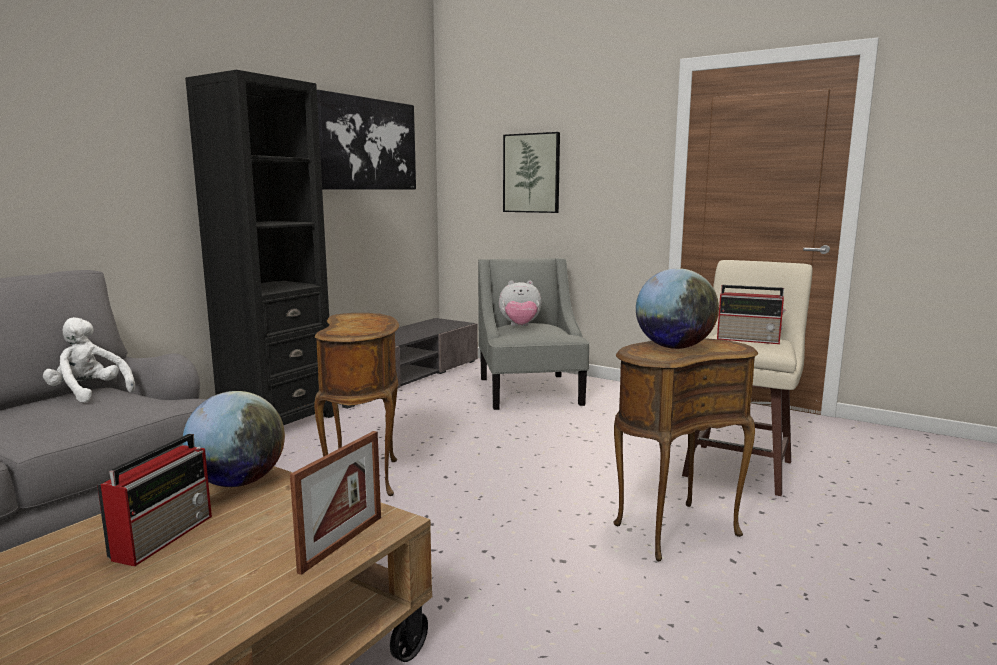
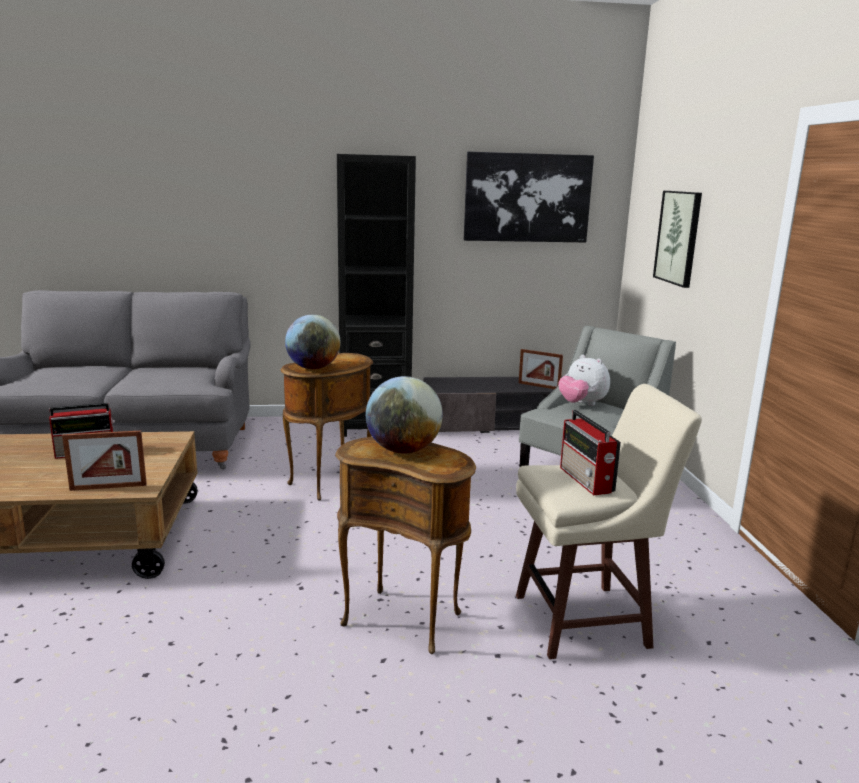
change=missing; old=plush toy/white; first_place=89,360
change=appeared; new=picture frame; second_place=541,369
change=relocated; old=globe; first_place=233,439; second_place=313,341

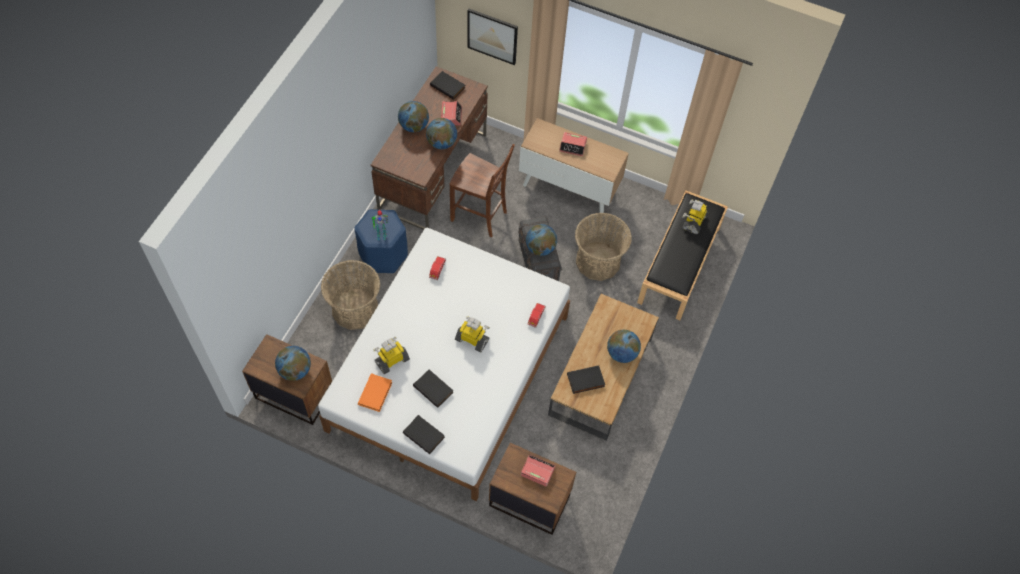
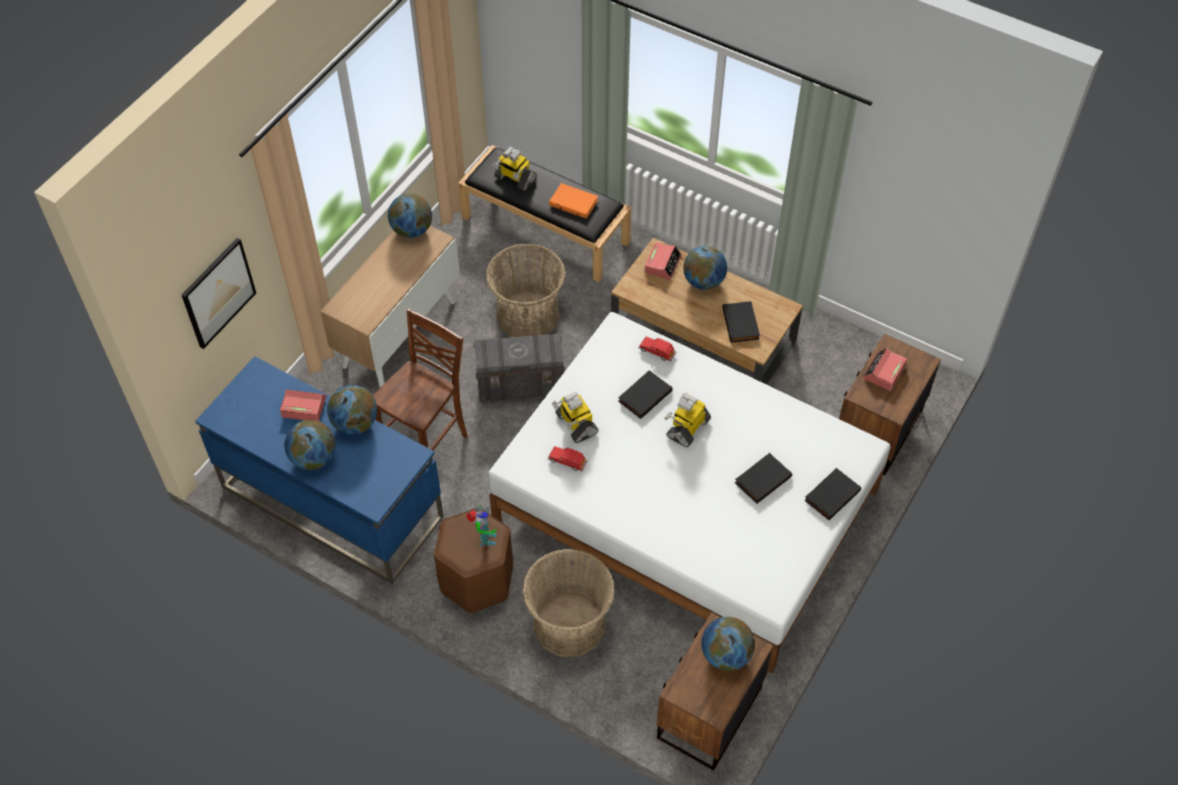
change=relocated; old=book/orange; first_place=375,392; second_place=573,201
change=relocated; old=toy robot; first_place=391,355; second_place=575,417
change=relocated; old=book/black; first_place=447,85; second_place=645,394
change=relocated; old=globe; first_place=541,240; second_place=410,216
change=relocated; old=alarm clock; first_place=573,144; second_place=663,261
change=colour; old=stool/blue; new=stool/brown; first_place=381,241; second_place=473,560
change=colour; old=desk/brown; new=desk/blue; first_place=429,148; second_place=319,470

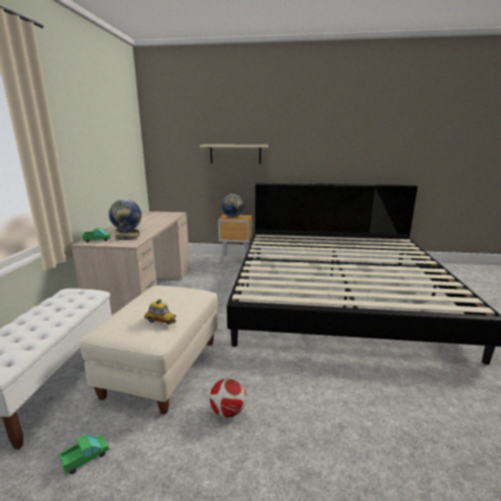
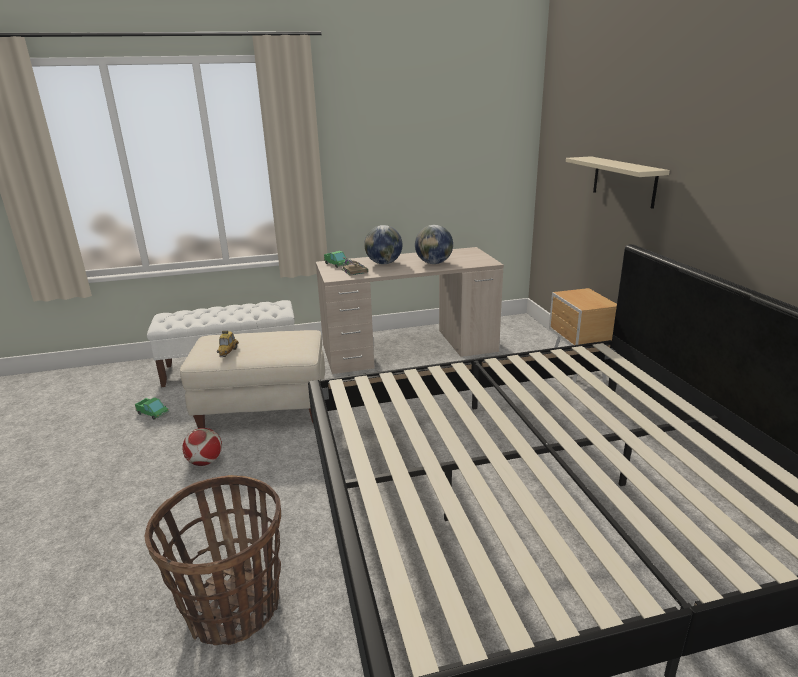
change=appeared; new=basket; second_place=213,560
change=relocated; old=globe; first_place=232,205; second_place=434,244

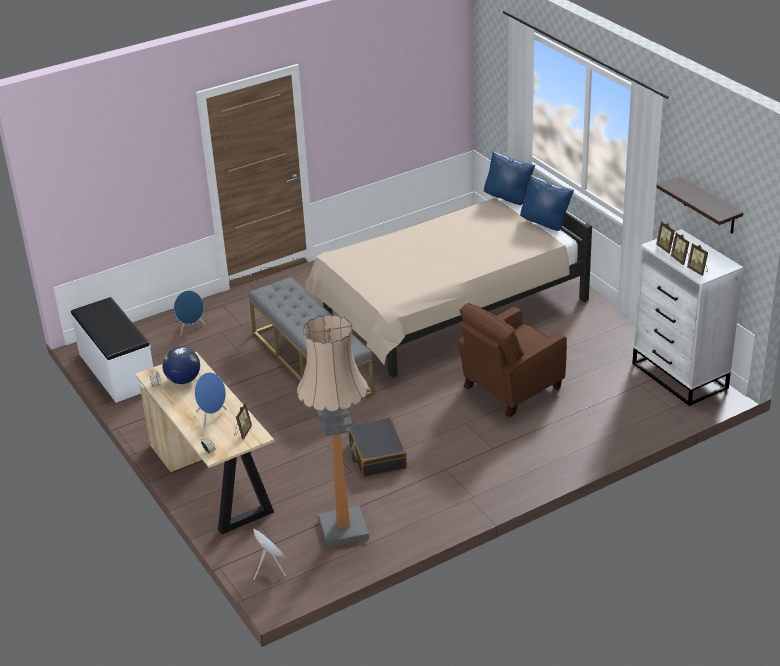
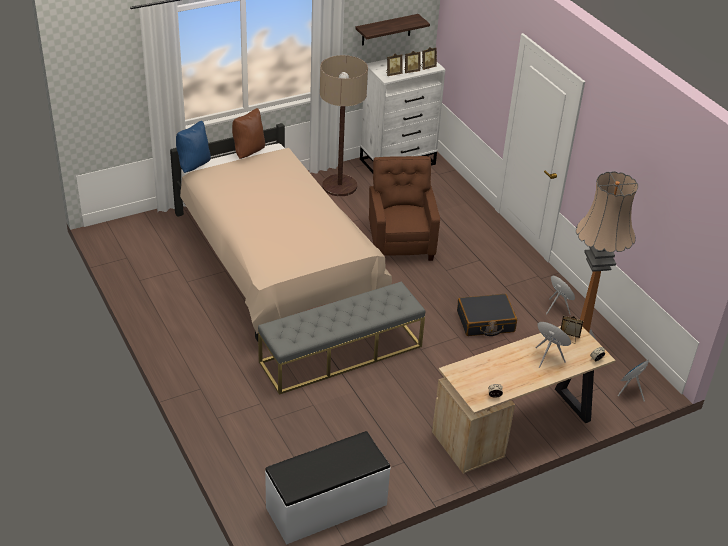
change=missing; old=globe; first_place=181,365
change=appeared; new=floor lamp; second_place=344,125
change=relocated; old=speaker/blue; first_place=189,313; second_place=560,295
change=colour; old=pillow/blue; new=pillow/brown; first_place=547,203; second_place=248,133
change=spun; old=armchair/brown; first_place=512,360; second_place=404,208; degrees=-150

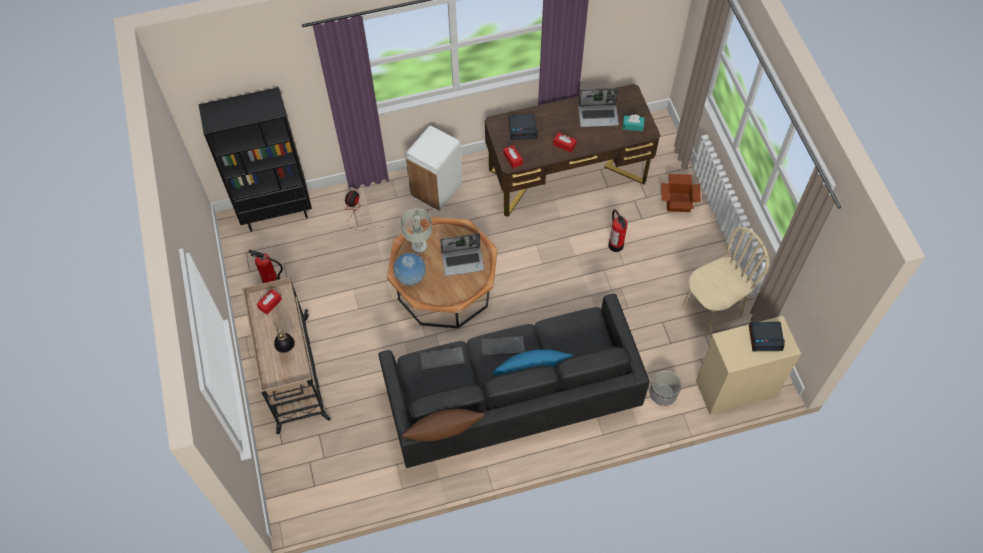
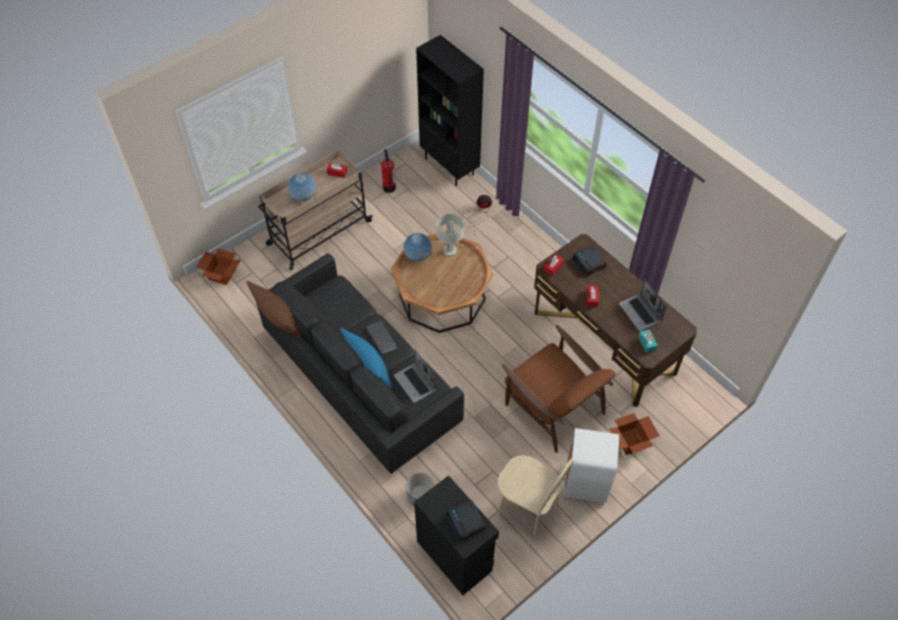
change=missing; old=keyboard; first_place=442,359
change=appeared; new=cardboard box; second_place=218,266
change=relocated; old=trash can/white; first_place=433,168; second_place=591,465
change=relocated; old=laptop; first_place=462,254; second_place=415,376
change=exchanged; old=table lamp; new=globe; first_place=284,337; second_place=301,187
change=exchanged; old=fire extinguisher; new=armchair/brown; first_place=617,230; second_place=559,389
change=colour; old=cabinet/beige; new=cabinet/black; first_place=748,365; second_place=456,535

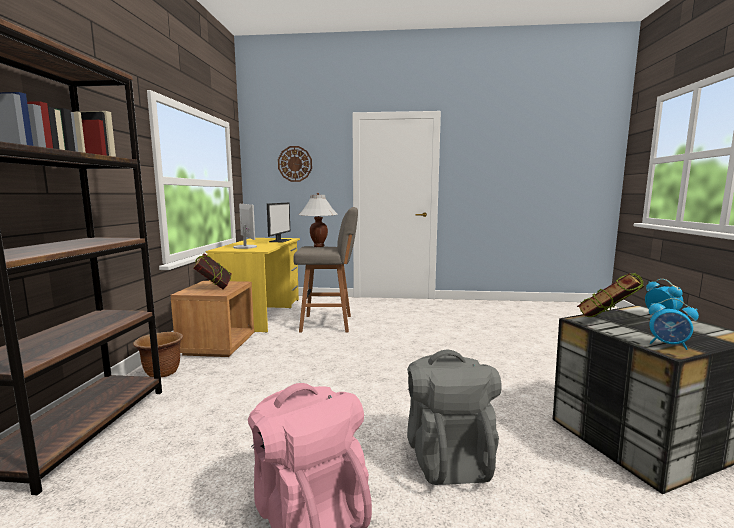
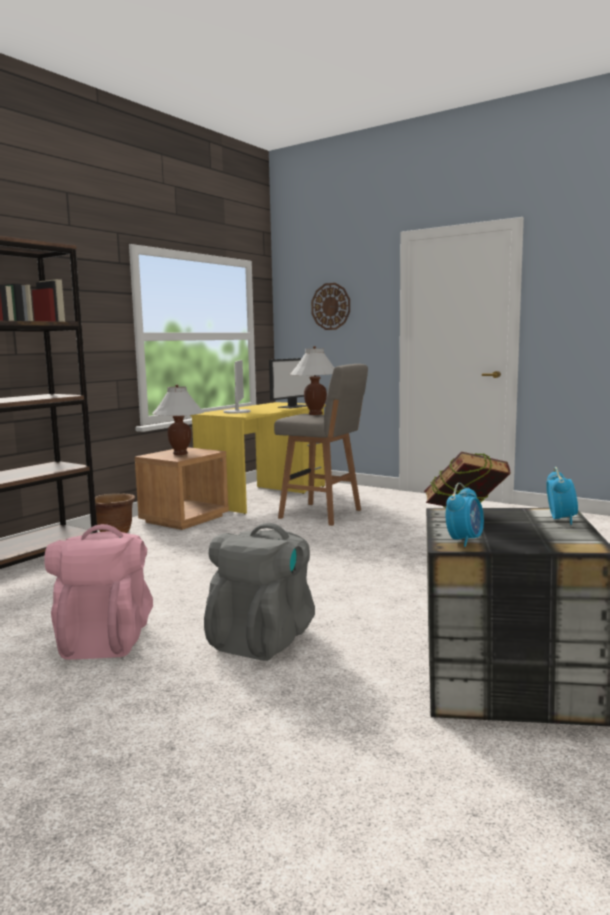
change=exchanged; old=book; new=table lamp/white; first_place=213,271; second_place=178,419
change=spun; old=alarm clock; first_place=674,324; second_place=464,515; degrees=-120

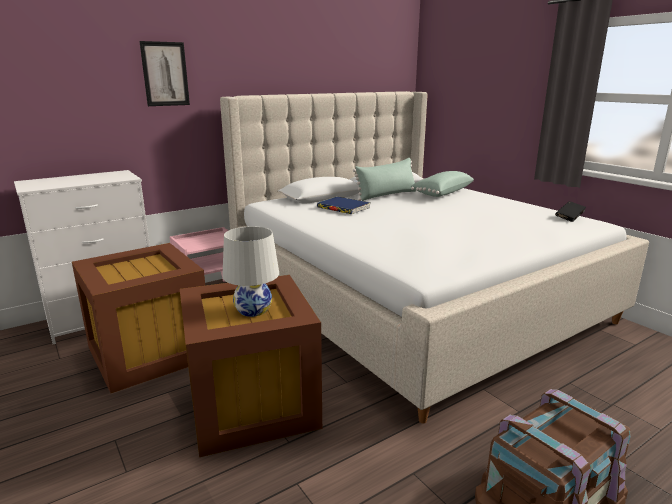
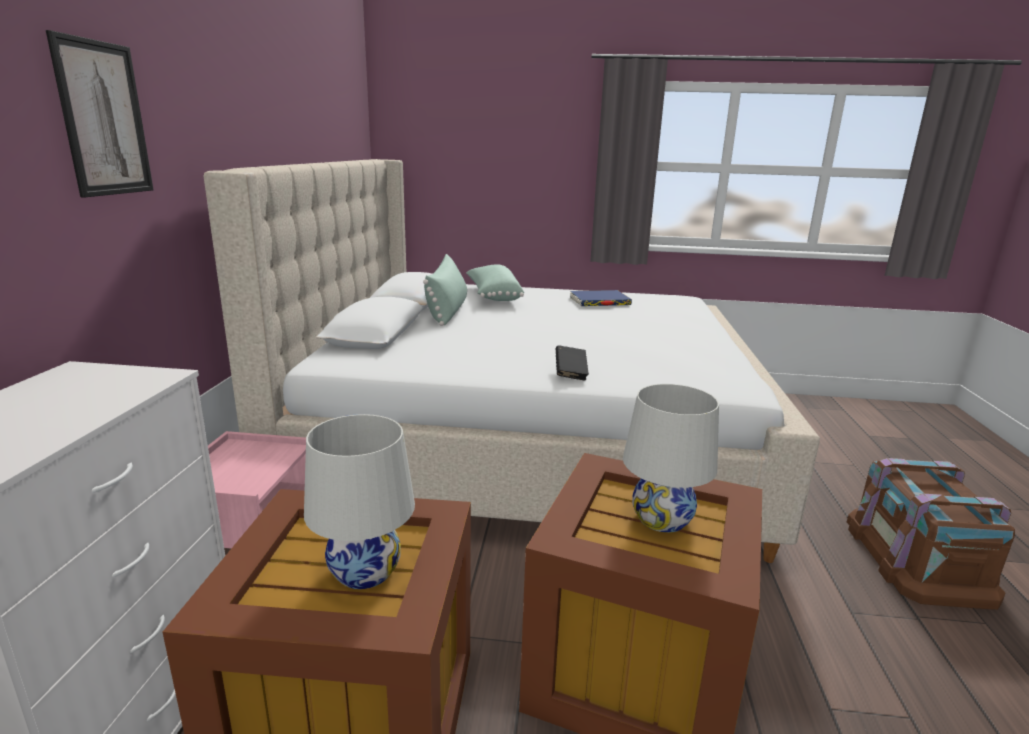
change=appeared; new=table lamp/white; second_place=359,501
change=relocated; old=book/blue; first_place=343,205; second_place=601,298
change=relocated; old=book/black; first_place=570,211; second_place=572,362

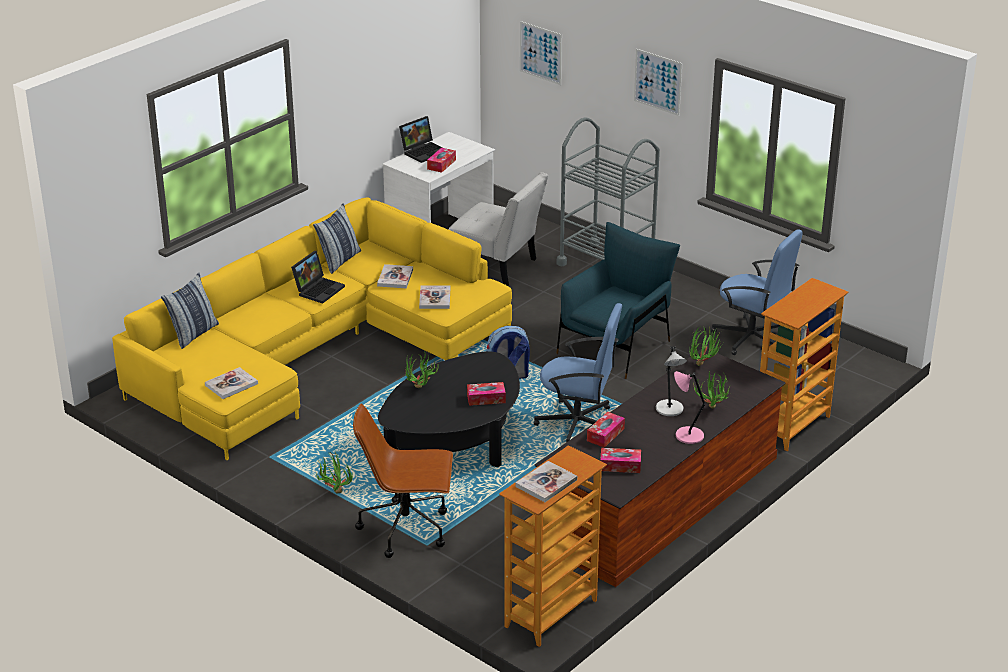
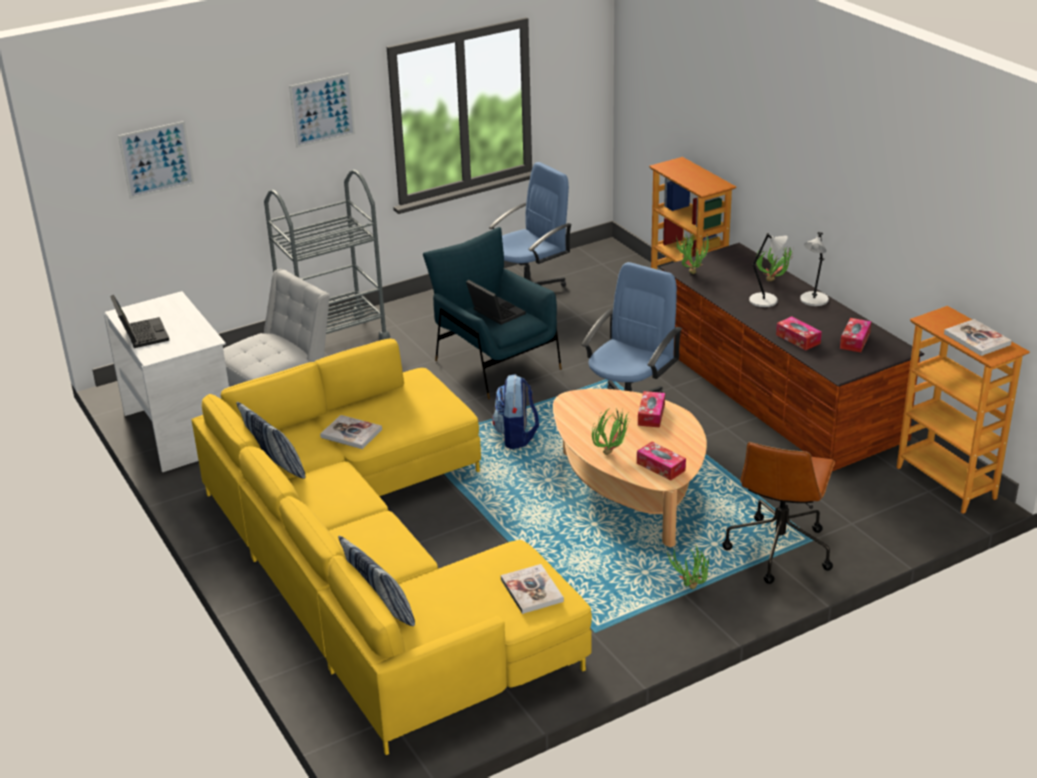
change=missing; old=book; first_place=434,297
change=relocated; old=laptop; first_place=318,277; second_place=496,302
change=relocated; old=tissue box; first_place=441,160; second_place=661,461
change=colour; old=coffee table/black; new=coffee table/beige; first_place=449,409; second_place=630,468
change=colour; old=table lamp/pink; new=table lamp/grey; first_place=690,407; second_place=814,269

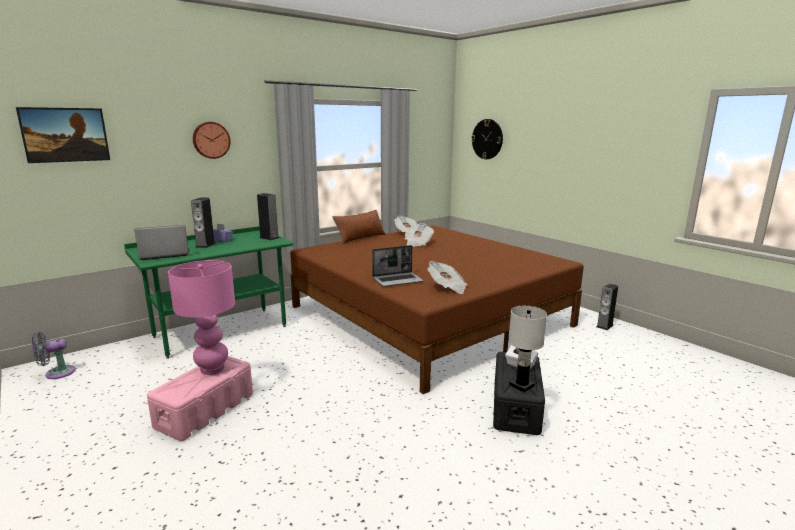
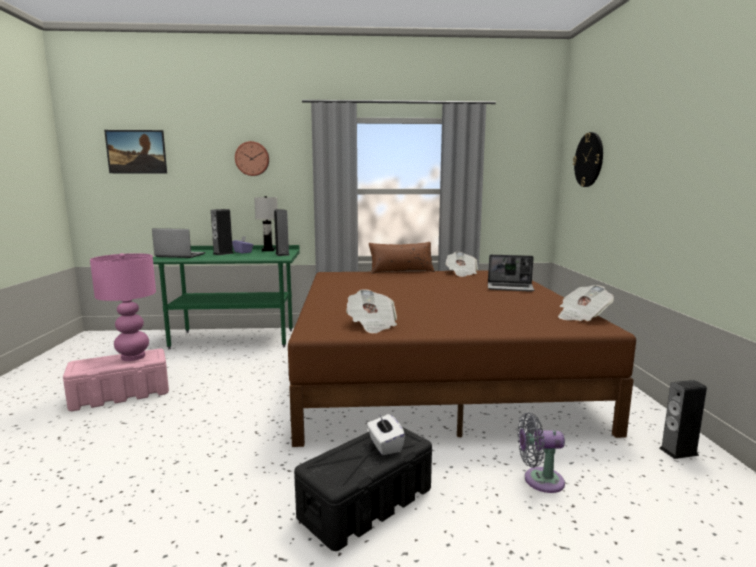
change=relocated; old=fan/grey; first_place=54,355; second_place=541,452
change=relocated; old=laptop; first_place=398,266; second_place=511,273
change=relocated; old=newspaper; first_place=419,235; second_place=586,303
change=relocated; old=table lamp/white; first_place=527,349; second_place=266,223

